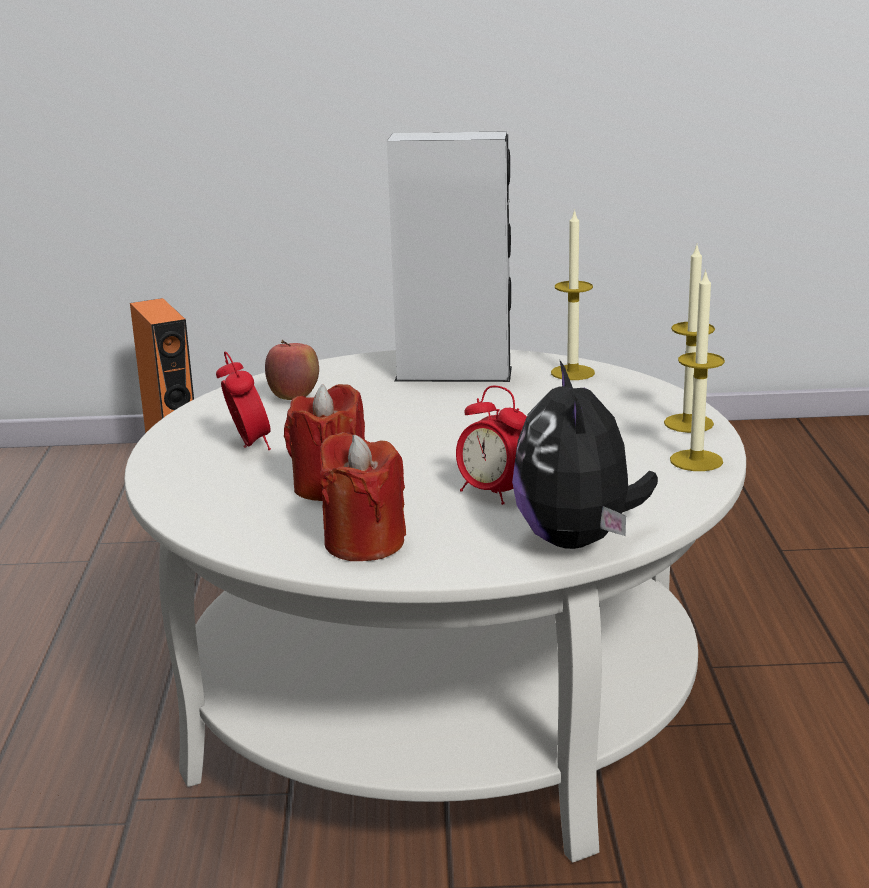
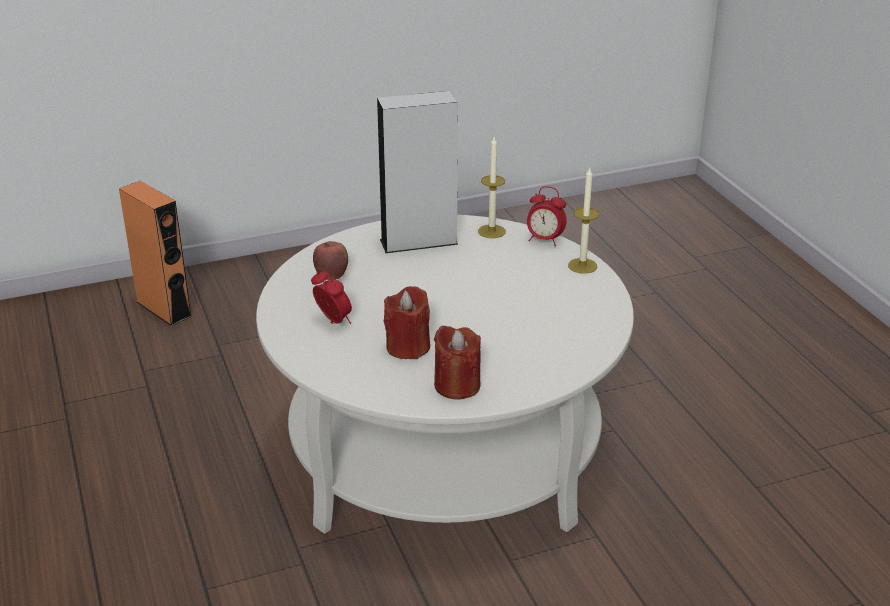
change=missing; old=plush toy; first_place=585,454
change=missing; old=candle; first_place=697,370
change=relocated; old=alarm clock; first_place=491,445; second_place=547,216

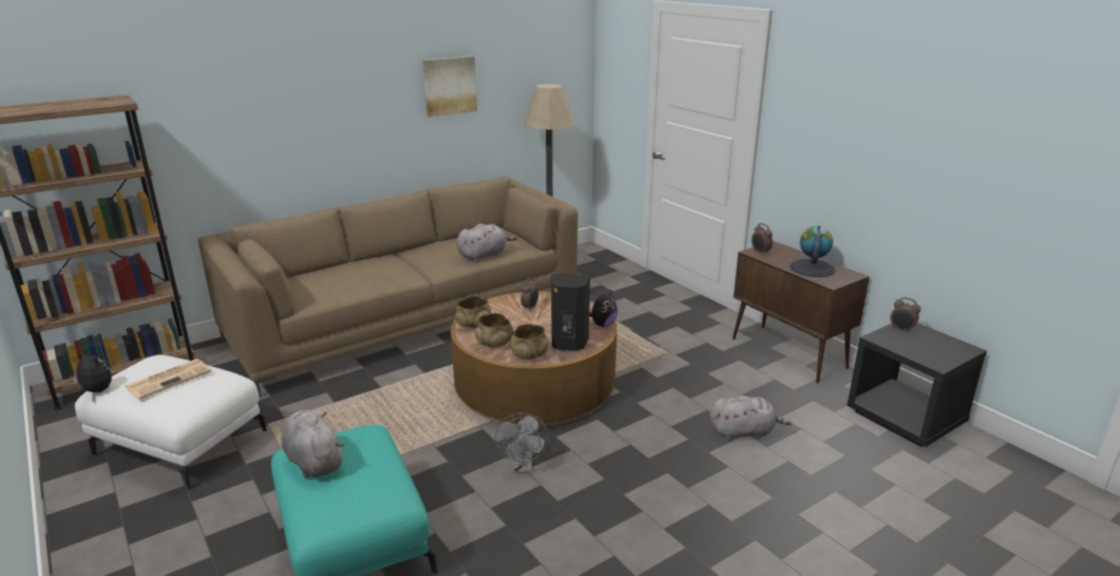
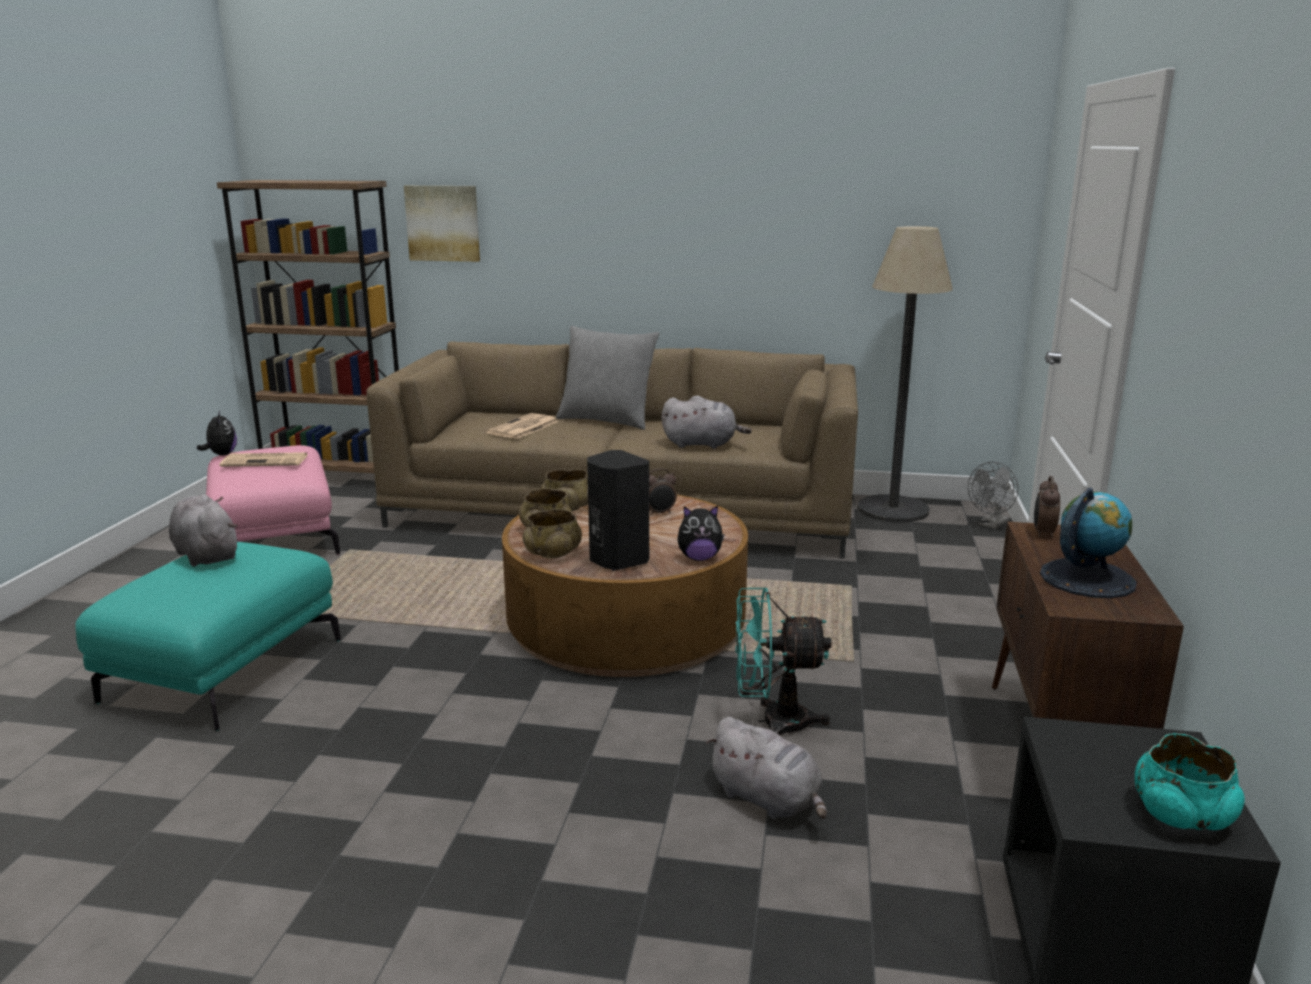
change=missing; old=alarm clock; first_place=905,315
change=appeared; new=newspaper; second_place=522,426
change=appeared; new=pillow/grey; second_place=607,378
change=appeared; new=fan/turquoise; second_place=783,661
change=appeared; new=bowl/turquoise; second_place=1190,781
change=relocated; old=picture; first_place=450,86; second_place=442,223
change=relocated; old=fan/grey; first_place=522,443; second_place=993,495
change=colour; old=ottoman/white; new=ottoman/pink; first_place=171,422; second_place=273,500
change=spun; old=plush toy/grey; first_place=312,444; second_place=203,530; degrees=-45

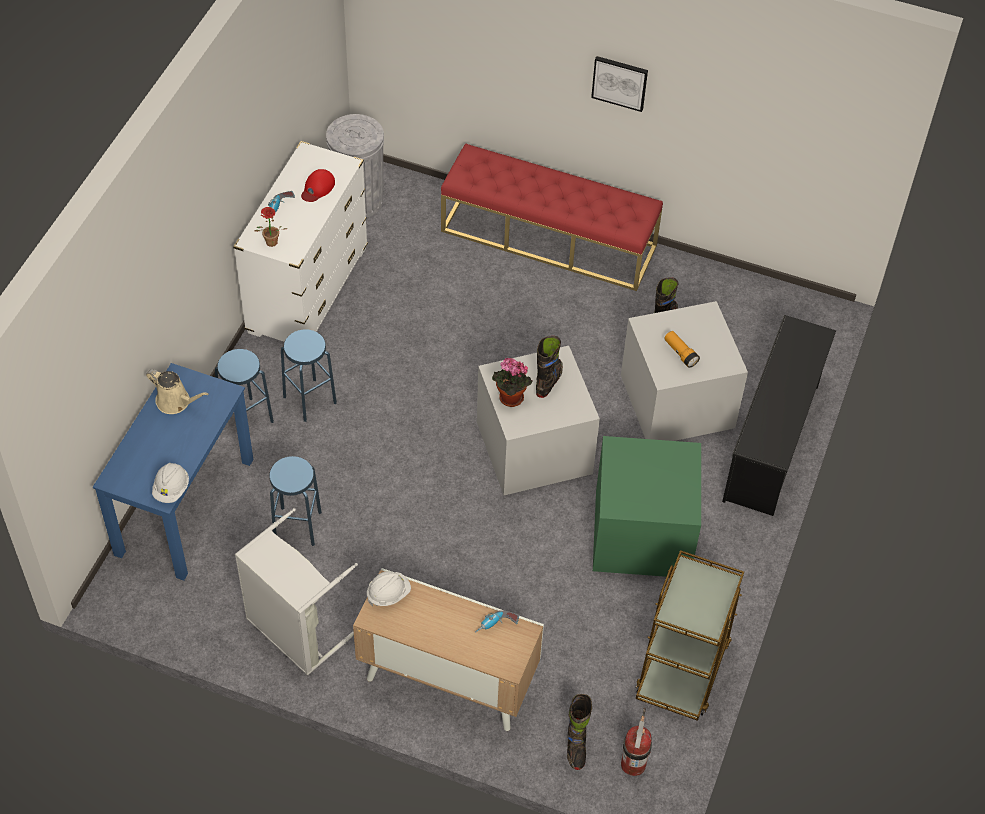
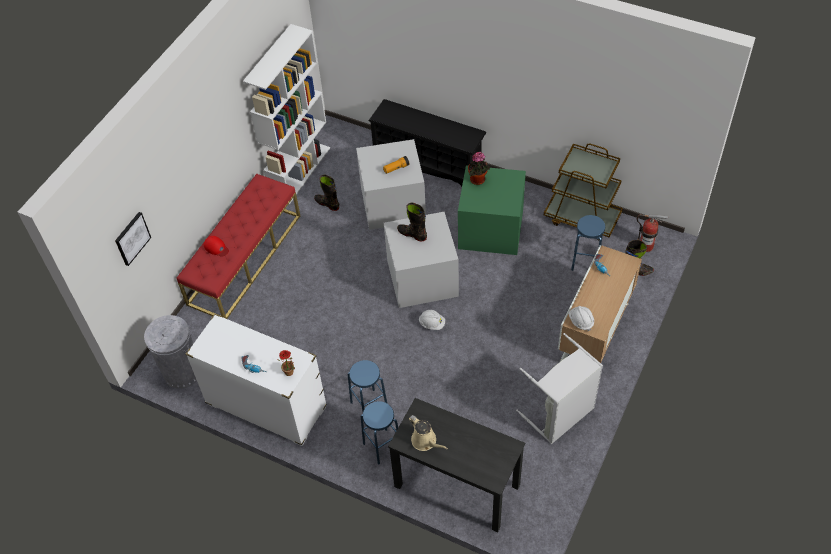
change=appeared; new=bookcase/white; second_place=286,114
change=relocated; old=hard hat/white; first_place=170,483; second_place=432,320
change=relocated; old=stool/blue; first_place=295,501; second_place=588,243
change=relocated; old=cap/red; first_place=318,185; second_place=216,246
change=relocated; old=potted plant; first_place=512,382; second_place=479,168
change=relocated; old=picture; first_place=619,84; second_place=133,239
change=colour; old=desk/blue; new=desk/black; first_place=173,472; second_place=456,465
change=spun; old=watering can/beige; first_place=177,391; second_place=428,433; degrees=105

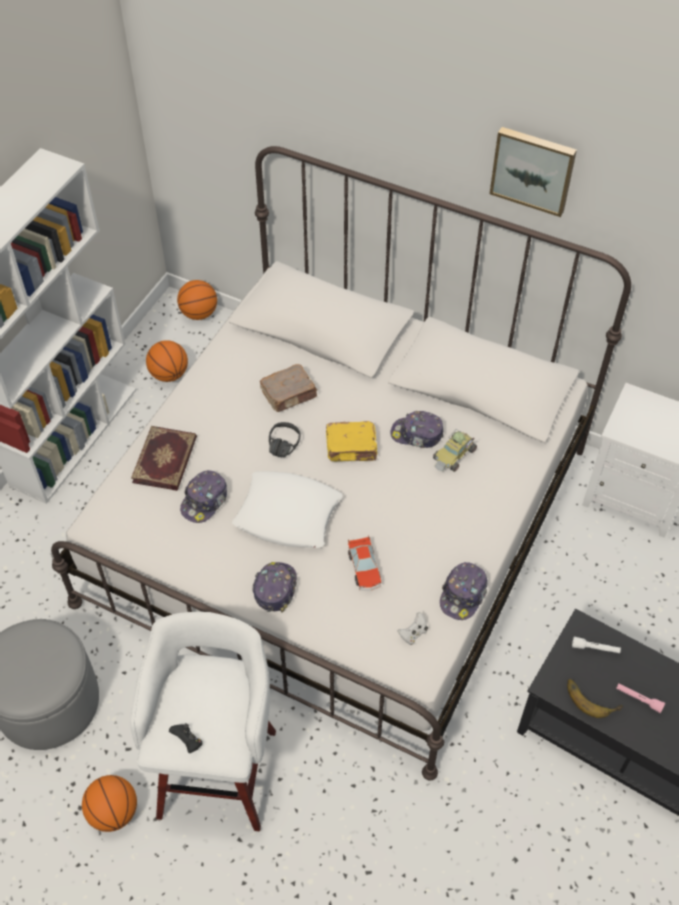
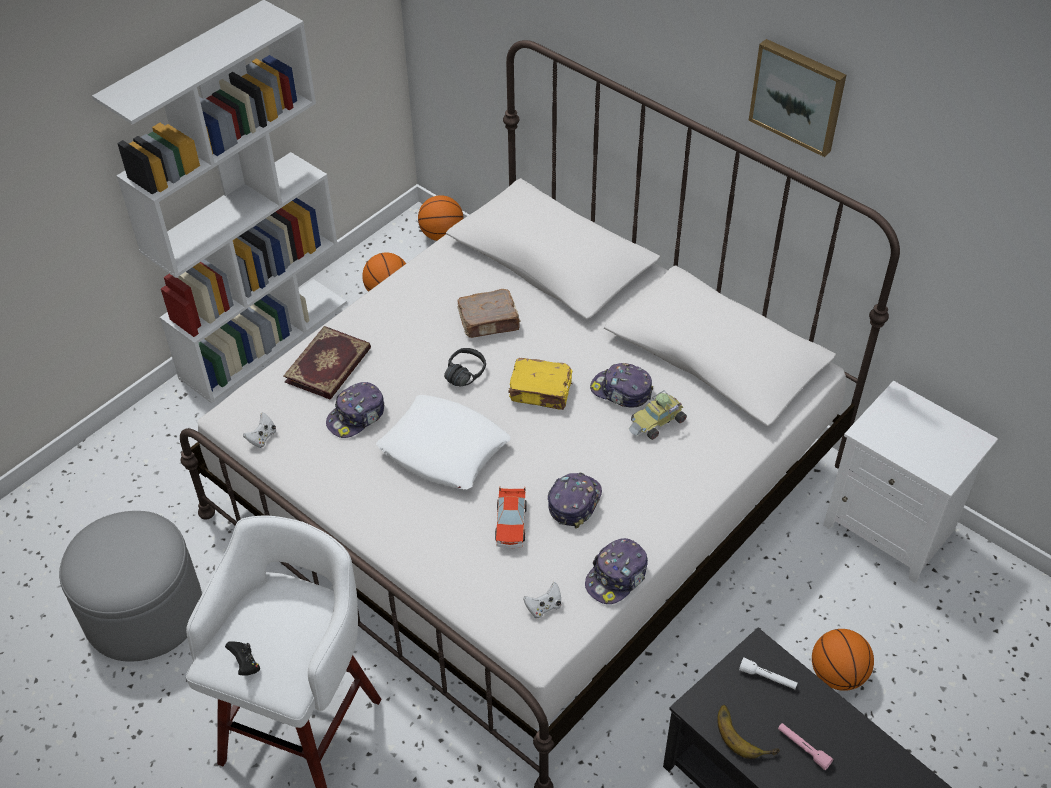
change=appeared; new=game controller/white; second_place=259,430
change=relocated; old=basketball; first_place=109,803; second_place=843,660
change=relocated; old=cap; first_place=274,587; second_place=575,500

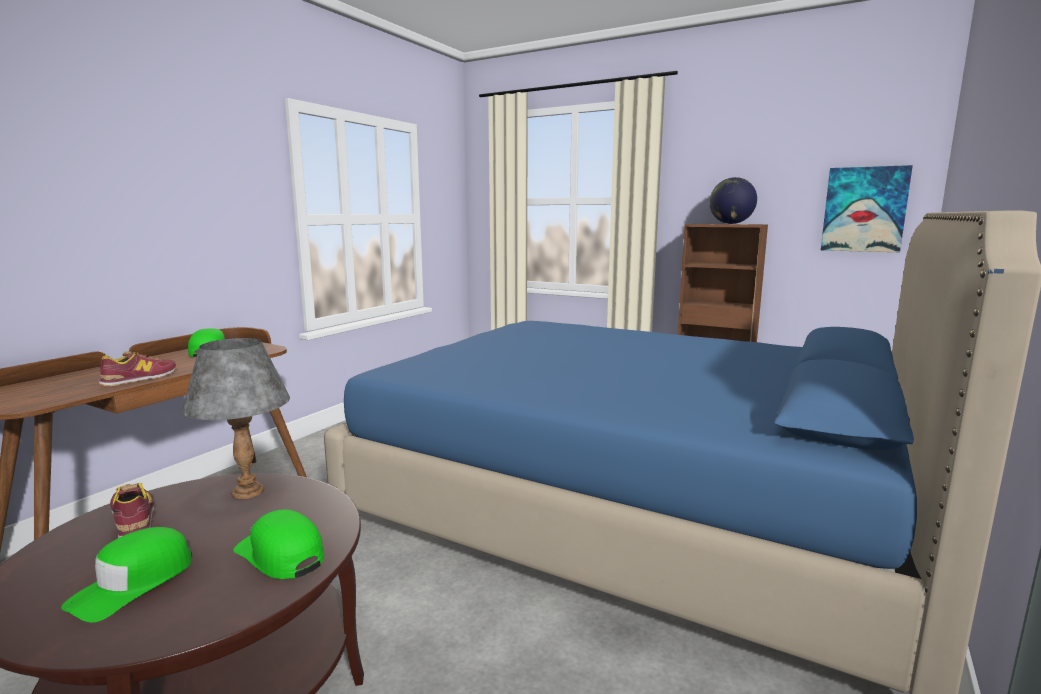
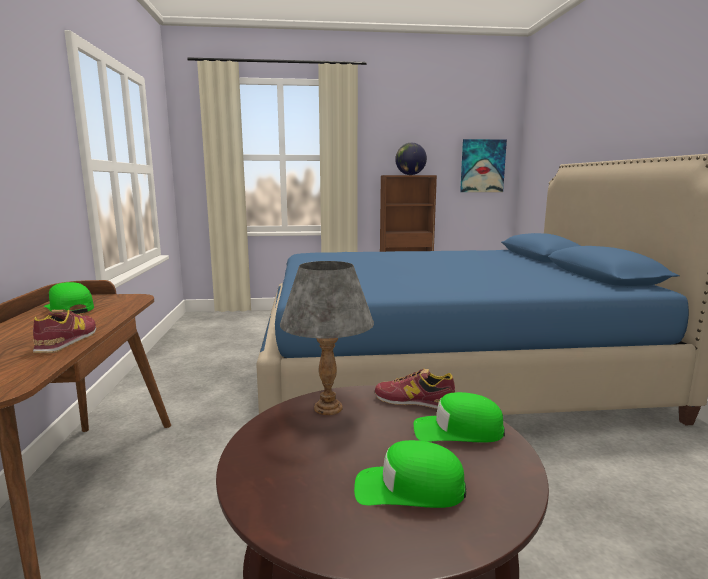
change=relocated; old=shoe; first_place=132,510; second_place=415,388
change=spun; old=cap/green; first_place=126,575; second_place=410,474; degrees=105

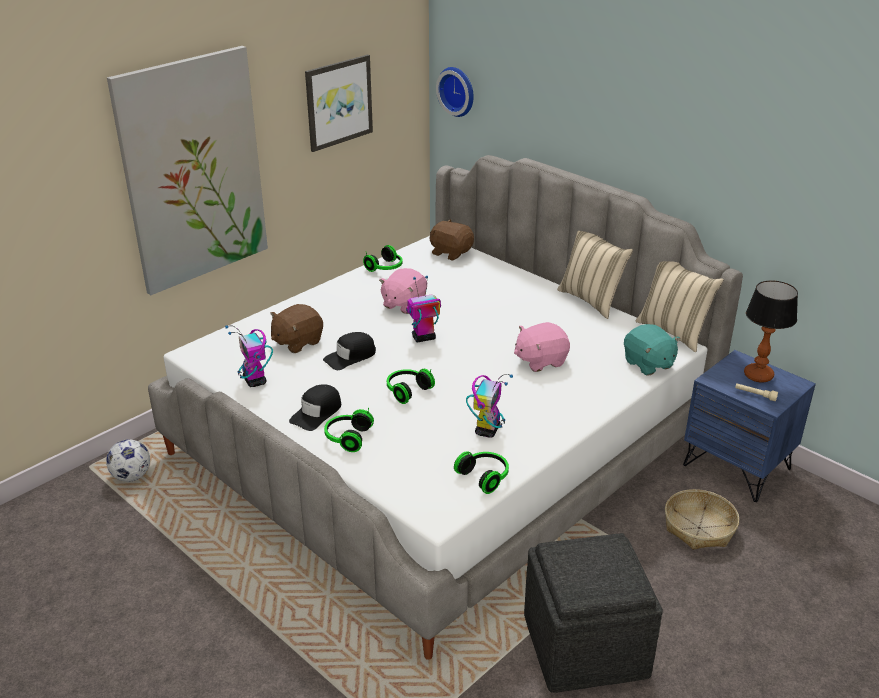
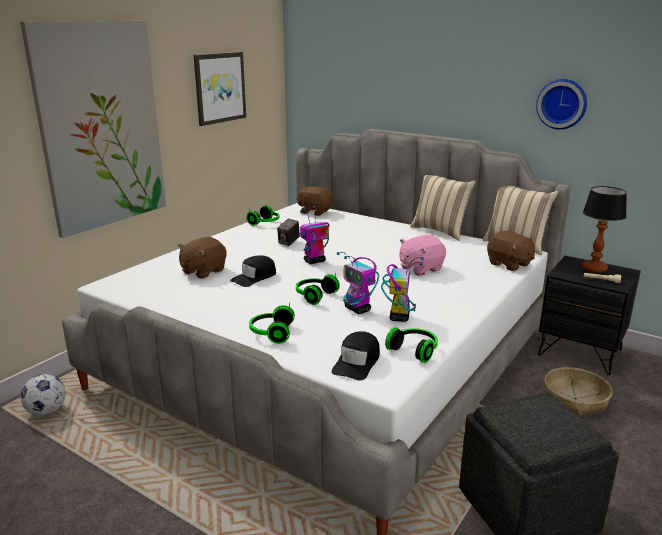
change=relocated; old=toy robot; first_place=249,356; second_place=358,283
change=relocated; old=cap/black; first_place=315,407; second_place=356,355
change=relocated; old=wall clock; first_place=455,92; second_place=561,104
change=exchanged; old=plush toy/pink; new=photo camera; first_place=403,291; second_place=288,232
change=colour; old=plush toy/turquoise; new=plush toy/brown; first_place=652,350; second_place=511,251
change=colour; old=nightstand/blue; new=nightstand/black; first_place=749,426; second_place=589,315

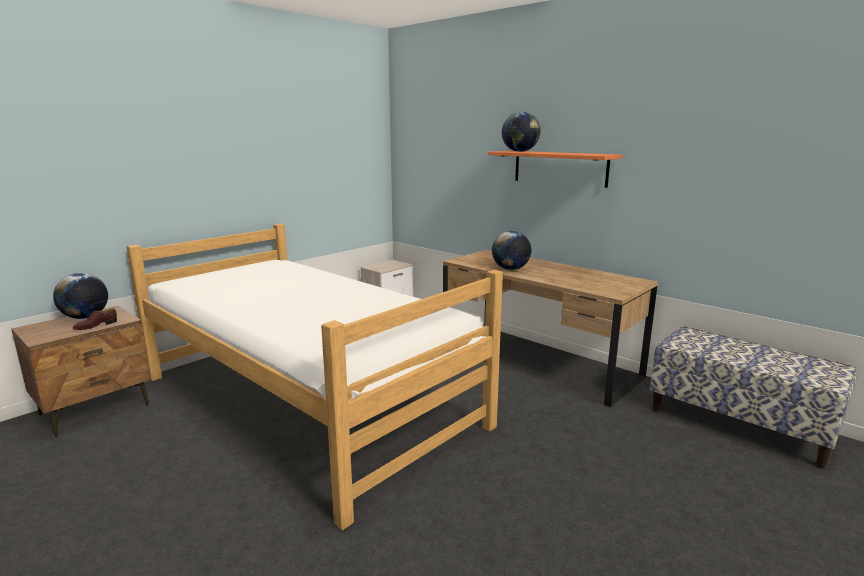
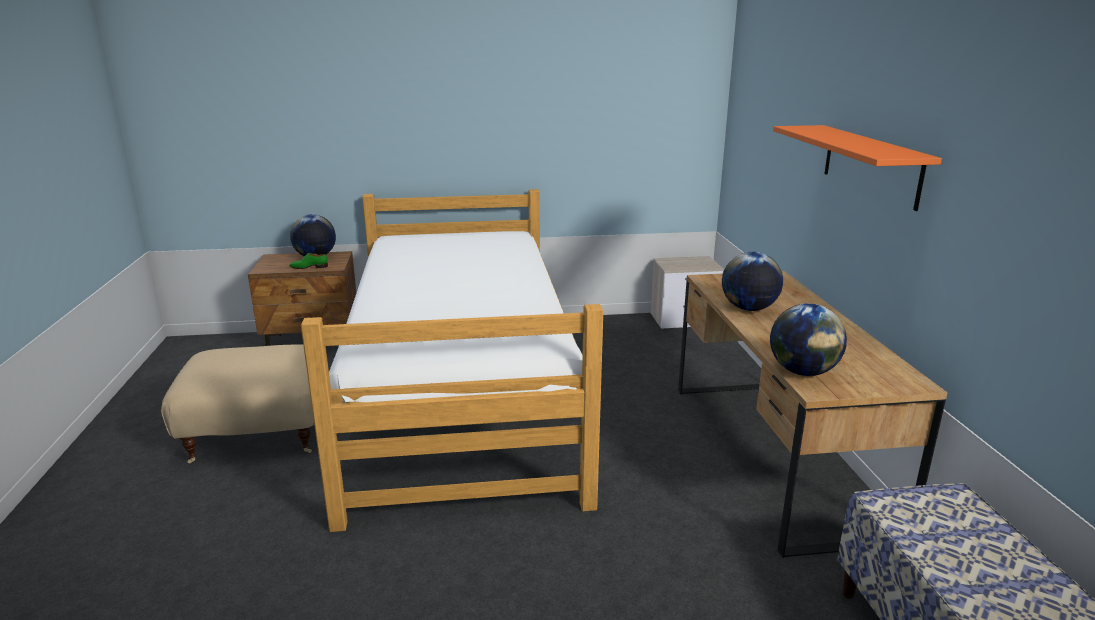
change=appeared; new=ottoman/beige; second_place=237,403
change=relocated; old=globe; first_place=521,132; second_place=808,339
change=colour; old=shoe/brown; new=shoe/green; first_place=95,319; second_place=308,261

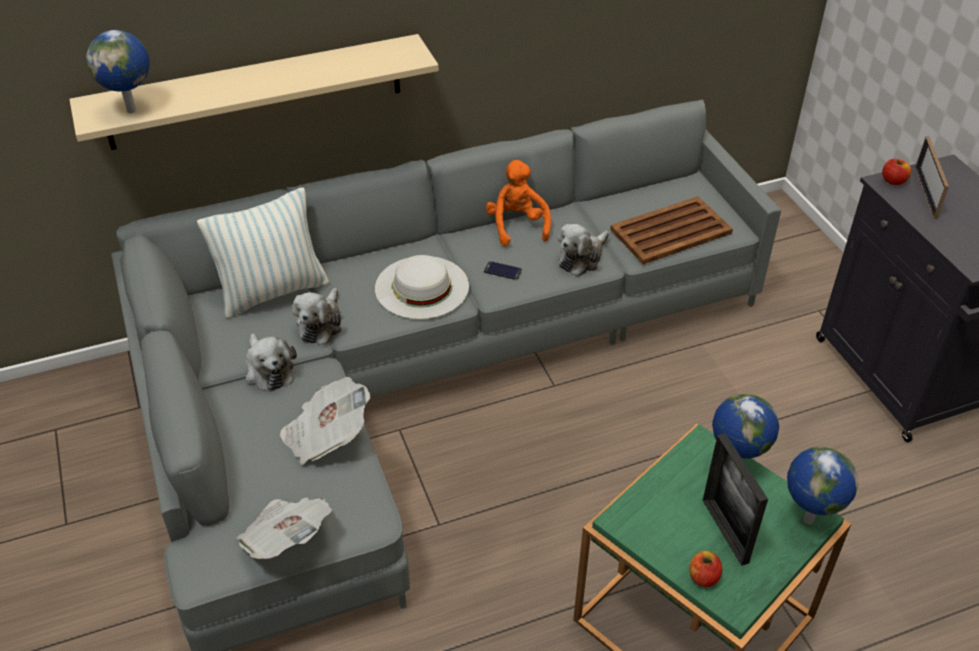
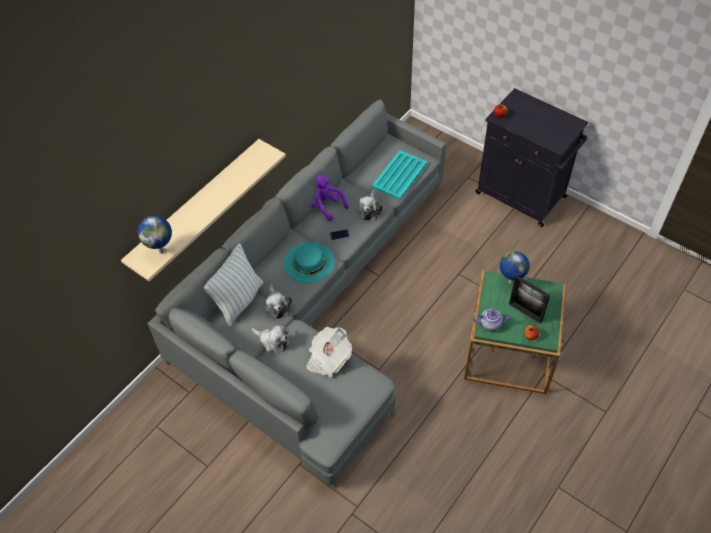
change=missing; old=newspaper; first_place=284,528
change=missing; old=globe; first_place=822,485
change=missing; old=picture frame; first_place=932,177
change=appeared; new=teapot; second_place=492,320
change=colour; old=hat/white; new=hat/turquoise; first_place=422,287; second_place=309,262
change=colour; old=plush toy/orange; new=plush toy/purple; first_place=518,203; second_place=329,198
change=colour; old=tray/brown; new=tray/turquoise; first_place=671,230; second_place=399,175

